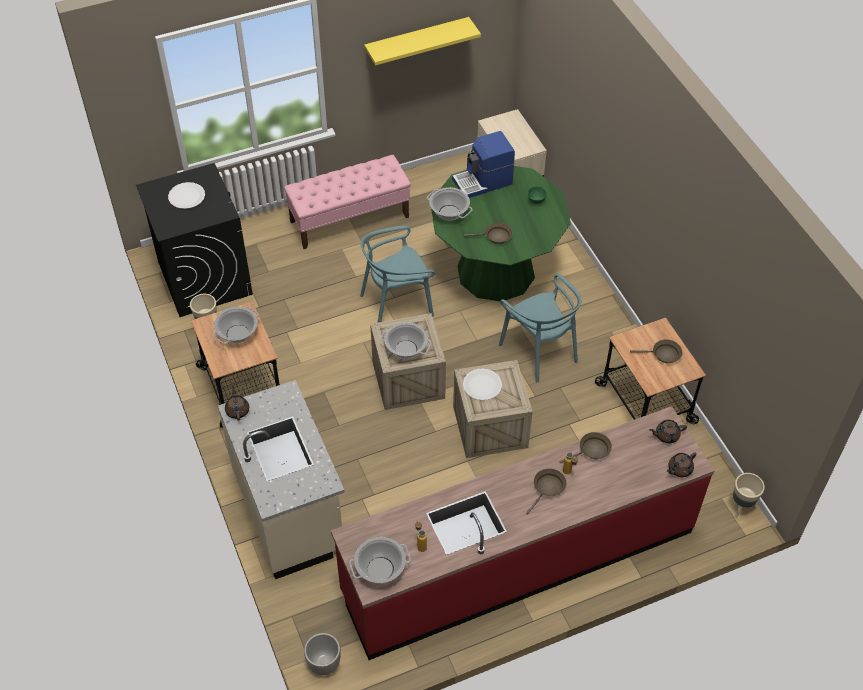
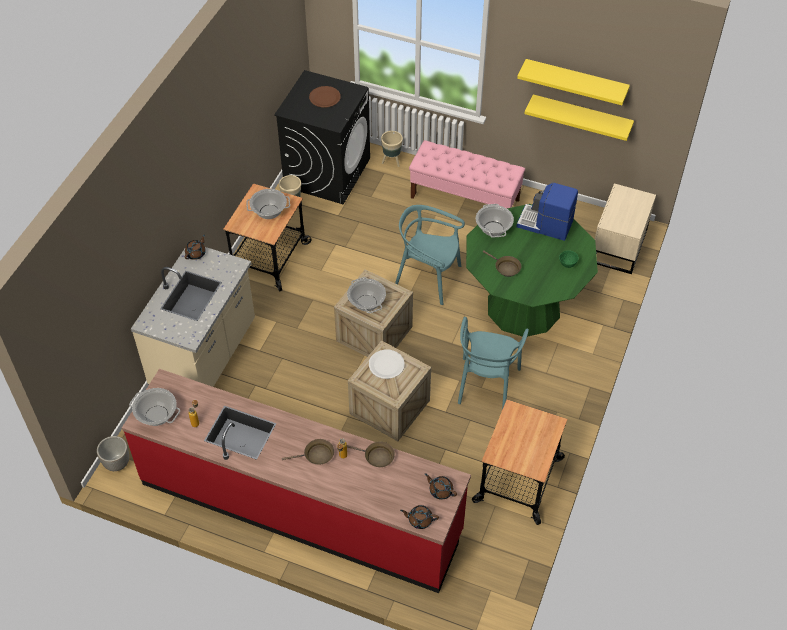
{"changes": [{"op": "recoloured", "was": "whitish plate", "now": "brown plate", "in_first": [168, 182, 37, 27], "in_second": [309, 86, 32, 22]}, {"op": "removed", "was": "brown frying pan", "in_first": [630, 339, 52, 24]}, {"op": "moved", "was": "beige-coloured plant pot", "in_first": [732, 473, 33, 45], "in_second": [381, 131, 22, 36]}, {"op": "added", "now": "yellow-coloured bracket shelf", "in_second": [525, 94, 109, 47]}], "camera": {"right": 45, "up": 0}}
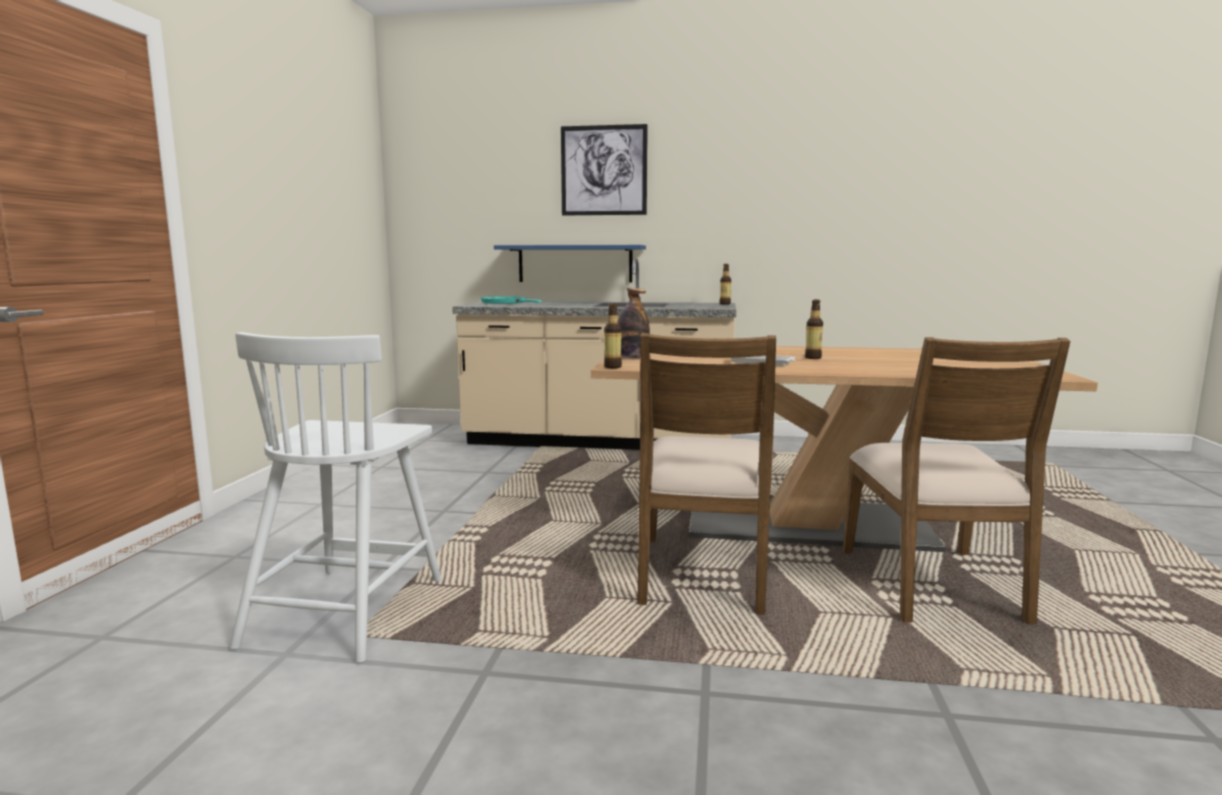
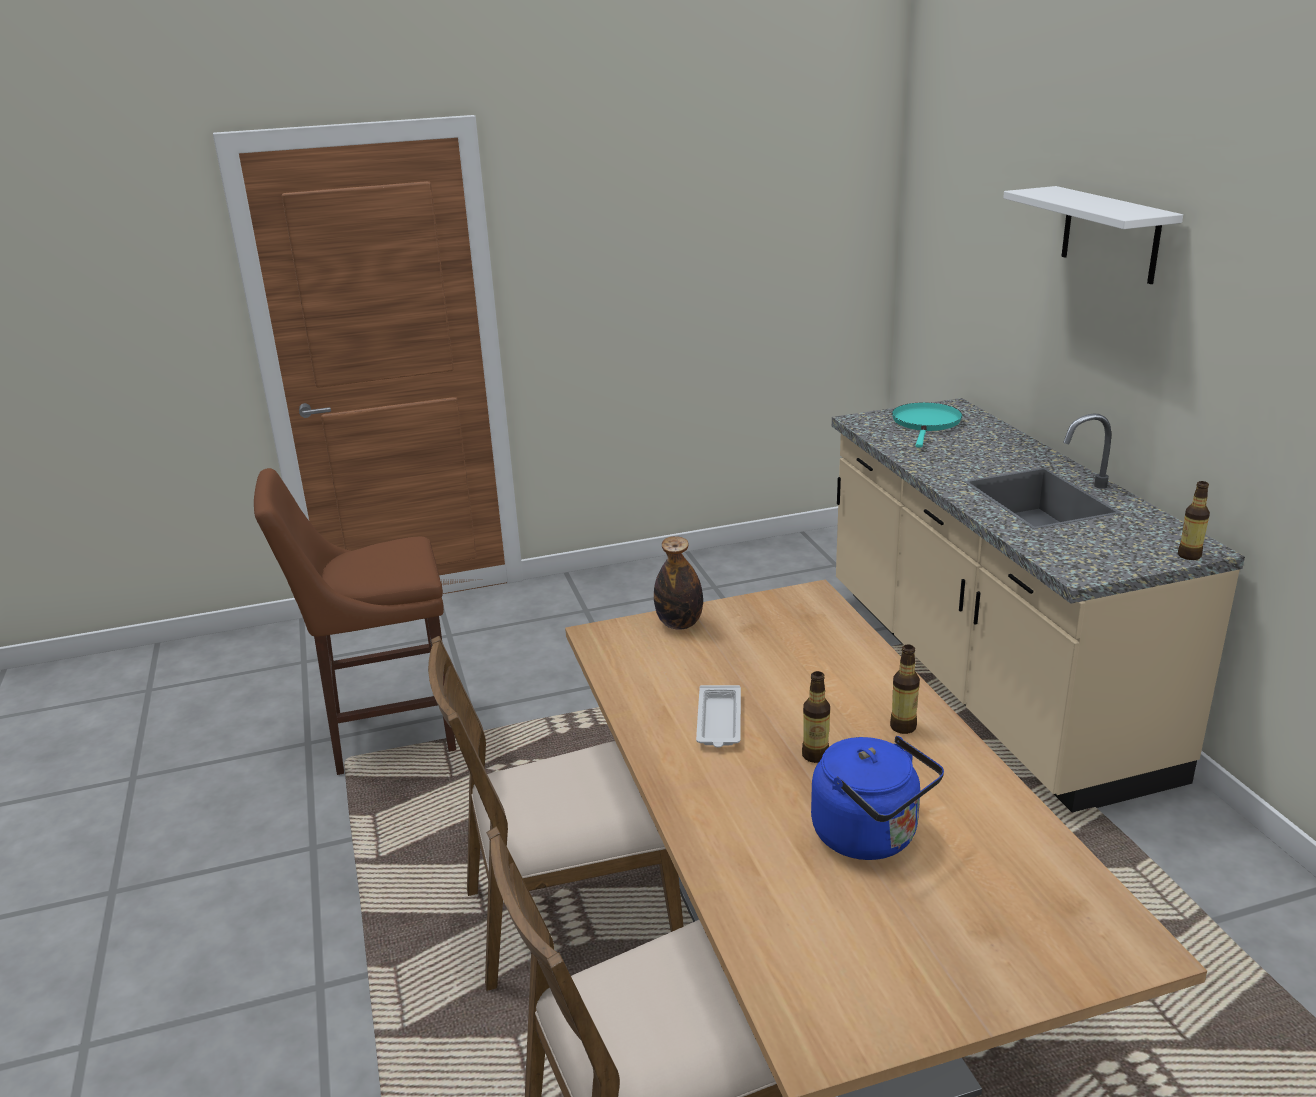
{"changes": [{"op": "replaced", "was": "picture", "now": "whitish bracket shelf", "in_first": [561, 124, 87, 91], "in_second": [1003, 186, 180, 98]}, {"op": "removed", "was": "bluish bracket shelf", "in_first": [494, 245, 152, 38]}, {"op": "moved", "was": "bottle", "in_first": [604, 303, 18, 65], "in_second": [890, 644, 30, 90]}, {"op": "replaced", "was": "whitish plain chair", "now": "brown stool", "in_first": [229, 332, 213, 331], "in_second": [254, 468, 202, 307]}, {"op": "added", "now": "bluish water kettle", "in_second": [811, 736, 133, 124]}], "camera": {"right": 65, "up": 15}}
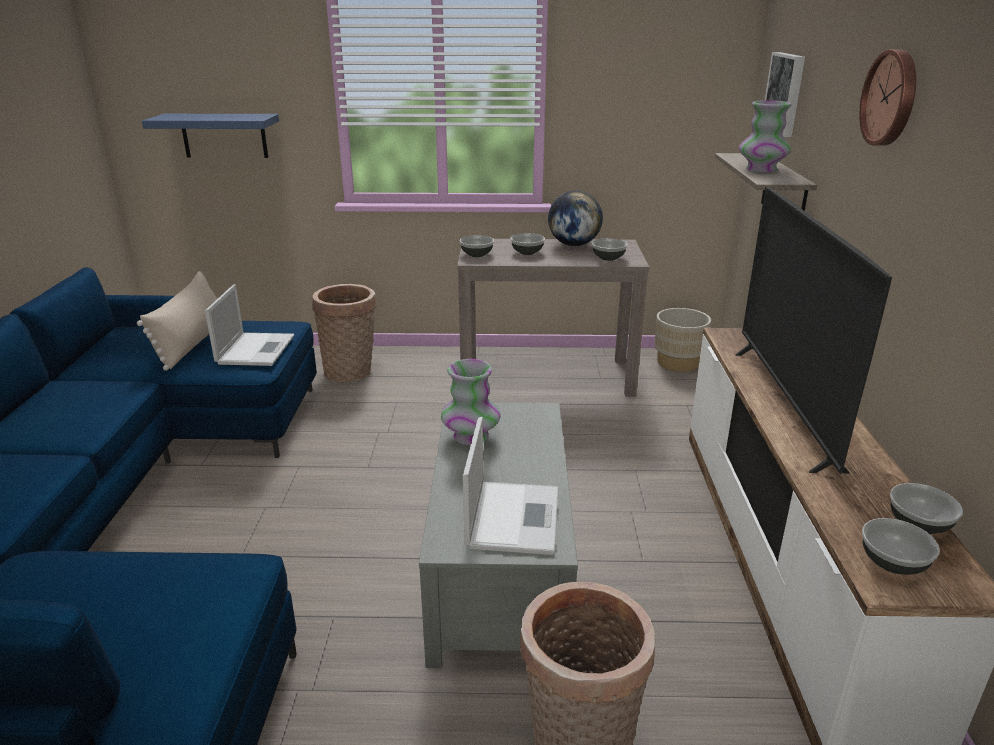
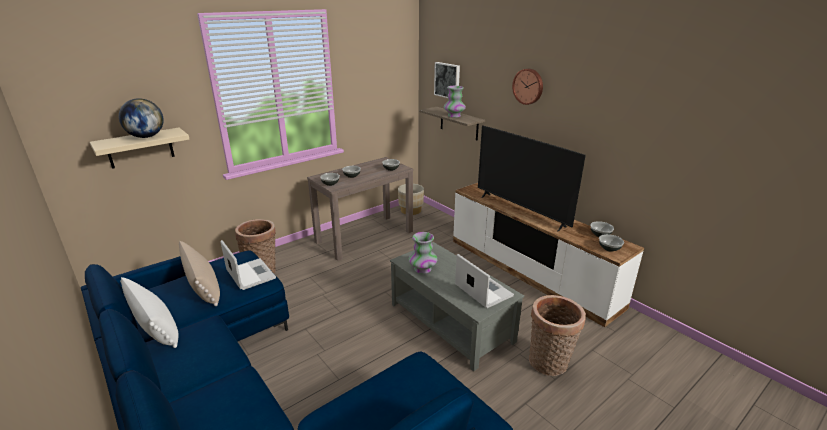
{"changes": [{"op": "recoloured", "was": "bluish bracket shelf", "now": "beige-coloured bracket shelf", "in_first": [142, 114, 137, 44], "in_second": [90, 128, 100, 41]}, {"op": "moved", "was": "world globe", "in_first": [548, 191, 55, 55], "in_second": [119, 98, 45, 40]}, {"op": "added", "now": "whitish throw pillow", "in_second": [120, 277, 58, 71]}], "camera": {"right": -40, "up": 0}}
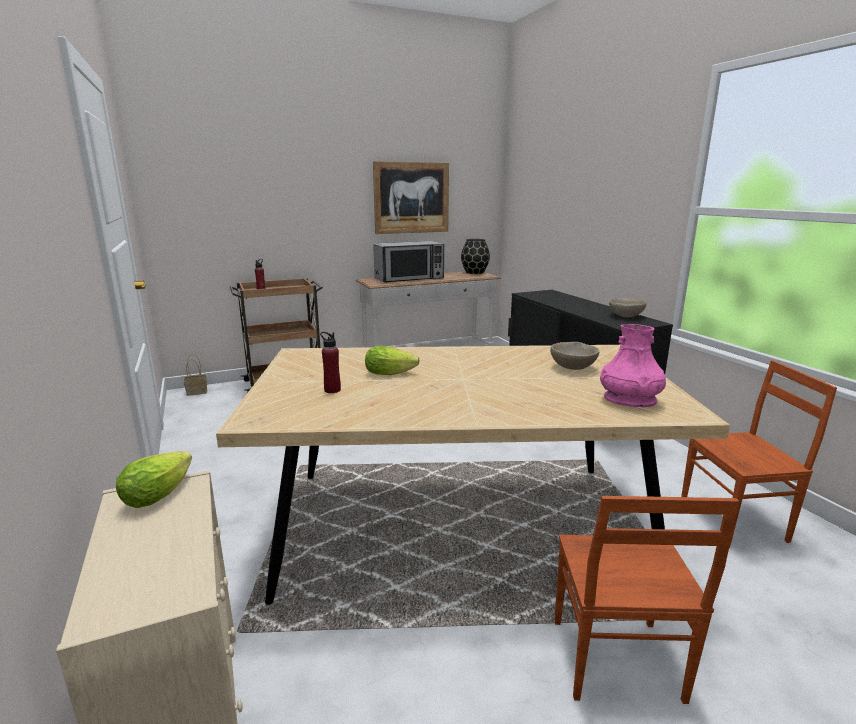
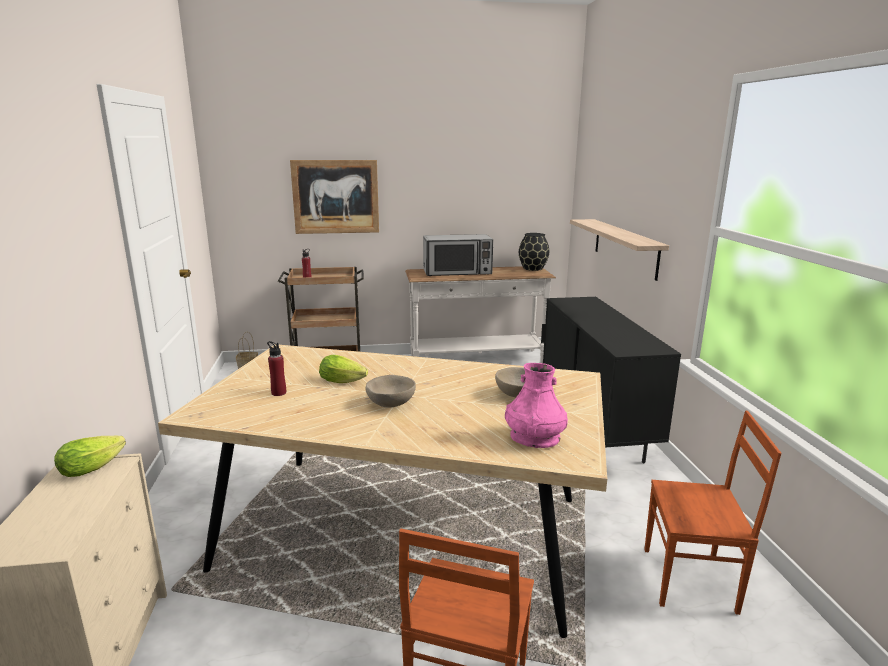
{"changes": [{"op": "moved", "was": "picture", "in_first": [373, 161, 76, 73], "in_second": [290, 160, 89, 74]}, {"op": "moved", "was": "beige-coloured deep dish", "in_first": [609, 298, 37, 20], "in_second": [365, 375, 51, 33]}, {"op": "added", "now": "bracket shelf", "in_second": [570, 219, 99, 62]}], "camera": {"right": 15, "up": 0}}
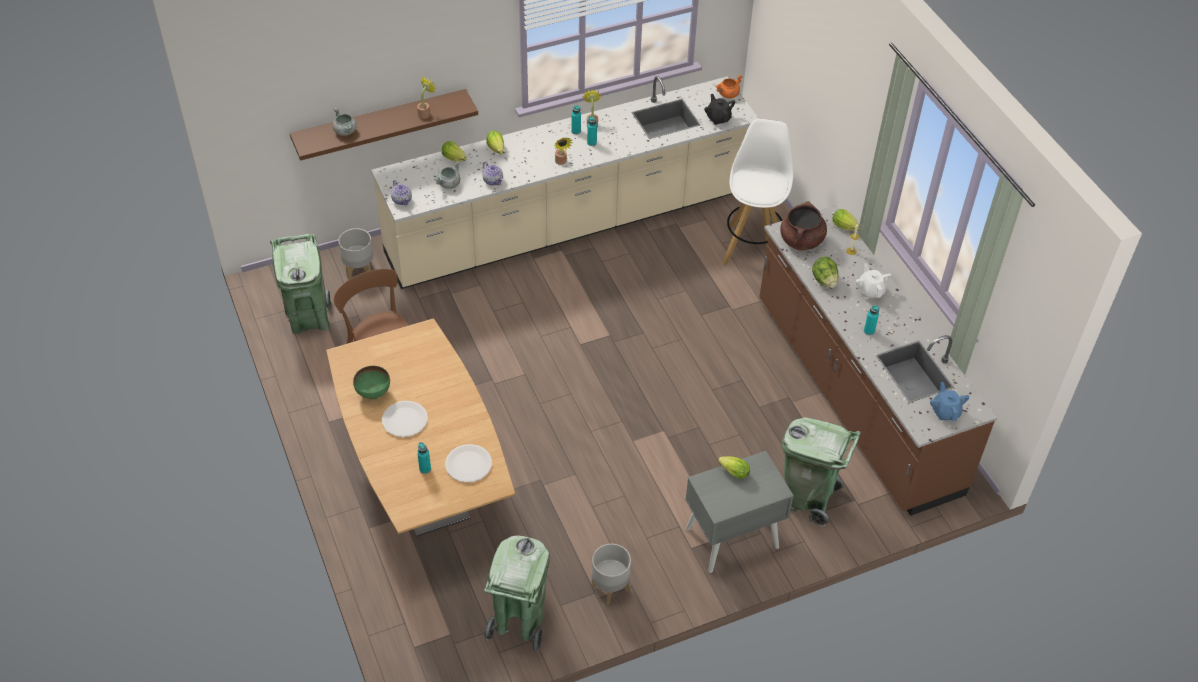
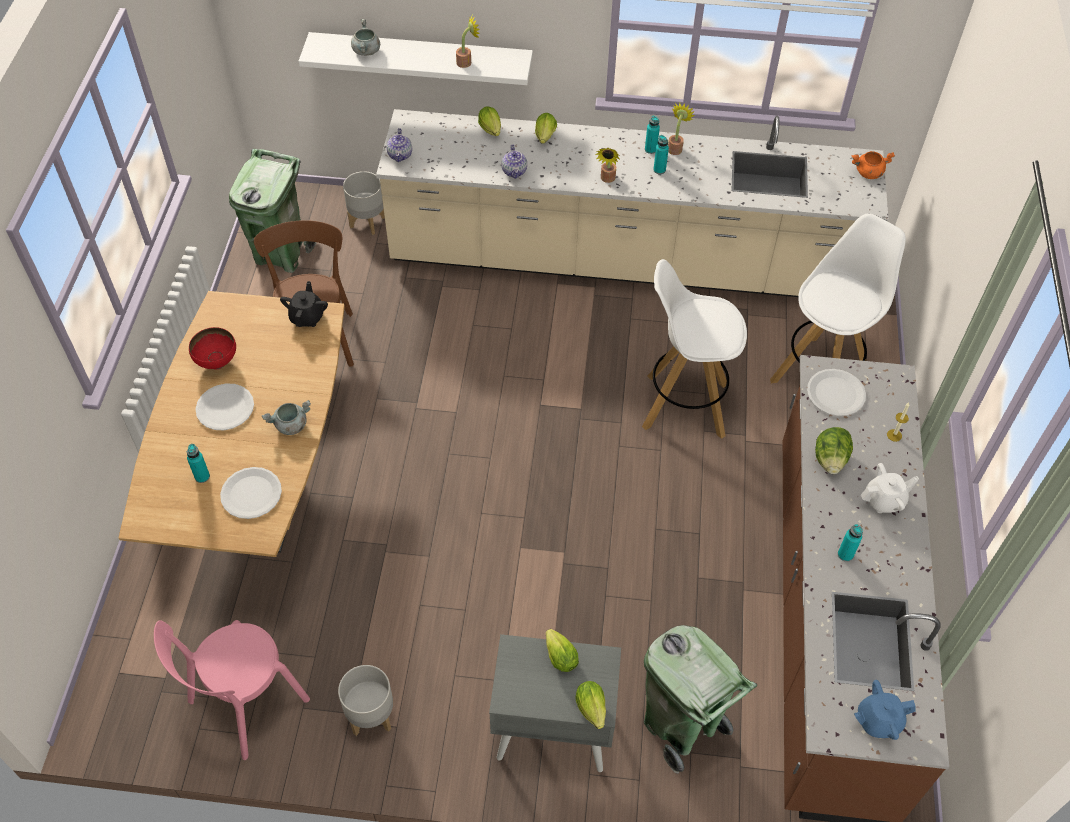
{"changes": [{"op": "recoloured", "was": "brown bracket shelf", "now": "whitish bracket shelf", "in_first": [290, 89, 188, 72], "in_second": [299, 32, 234, 53]}, {"op": "moved", "was": "blackish teapot", "in_first": [704, 94, 31, 31], "in_second": [280, 281, 48, 46]}, {"op": "moved", "was": "greyish cooking pot", "in_first": [434, 161, 26, 28], "in_second": [262, 400, 49, 35]}, {"op": "replaced", "was": "brown cooking pot", "now": "whitish plate", "in_first": [780, 201, 47, 50], "in_second": [807, 369, 59, 47]}, {"op": "moved", "was": "head of lettuce", "in_first": [832, 209, 28, 22], "in_second": [575, 681, 31, 48]}, {"op": "turned", "was": "whitish teapot", "in_first": [856, 263, 35, 36], "in_second": [861, 463, 58, 50], "clockwise": 60}, {"op": "recoloured", "was": "green-coloured deep dish", "now": "reddish deep dish", "in_first": [353, 366, 37, 33], "in_second": [189, 327, 47, 42]}, {"op": "turned", "was": "bluish teapot", "in_first": [930, 382, 39, 39], "in_second": [854, 680, 62, 60], "clockwise": -120}, {"op": "replaced", "was": "green-coloured rubbish bin", "now": "pink-coloured plain chair", "in_first": [484, 535, 66, 116], "in_second": [154, 620, 156, 140]}, {"op": "added", "now": "whitish stool", "in_second": [642, 259, 105, 180]}], "camera": {"right": 30, "up": 5}}
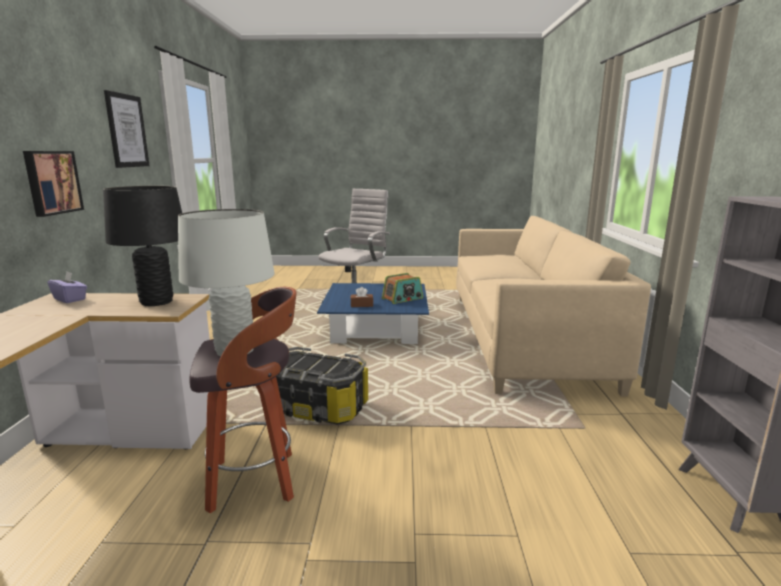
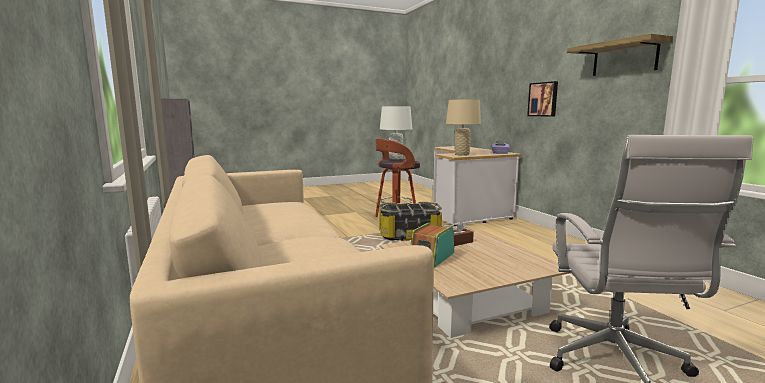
{"changes": [{"op": "replaced", "was": "picture", "now": "bracket shelf", "in_first": [104, 90, 46, 78], "in_second": [567, 34, 106, 42]}, {"op": "recoloured", "was": "blackish table lamp", "now": "beige-coloured table lamp", "in_first": [103, 186, 79, 120], "in_second": [446, 99, 35, 57]}, {"op": "recoloured", "was": "bluish low table", "now": "beige-coloured low table", "in_first": [317, 283, 112, 61], "in_second": [379, 231, 192, 107]}], "camera": {"right": 155, "up": -5}}
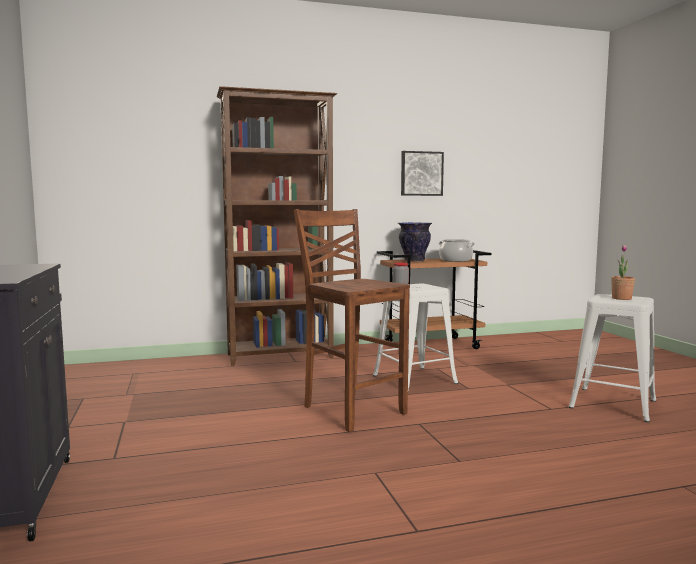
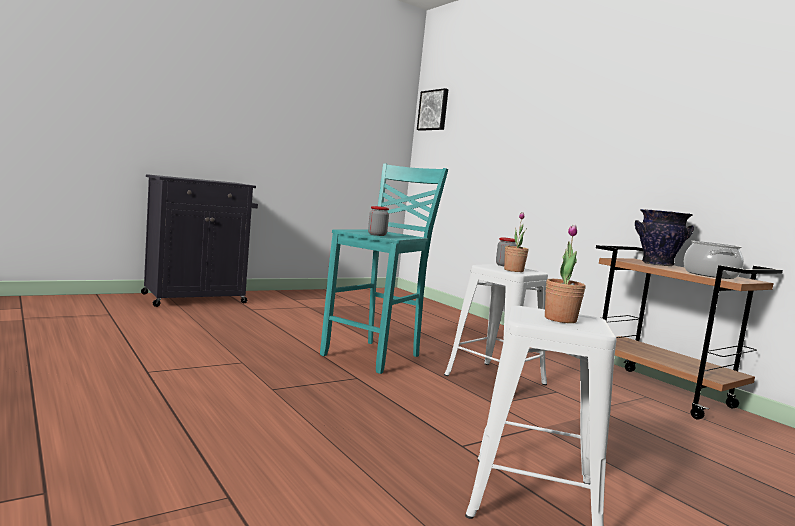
{"changes": [{"op": "removed", "was": "brown shelving unit", "in_first": [217, 86, 120, 280]}, {"op": "moved", "was": "picture", "in_first": [401, 151, 43, 45], "in_second": [417, 88, 32, 43]}, {"op": "recoloured", "was": "brown stool", "now": "turquoise stool", "in_first": [294, 209, 116, 223], "in_second": [320, 163, 128, 211]}, {"op": "added", "now": "jar", "in_second": [368, 206, 21, 30]}, {"op": "added", "now": "potted plant", "in_second": [504, 212, 25, 60]}], "camera": {"right": 70, "up": 0}}
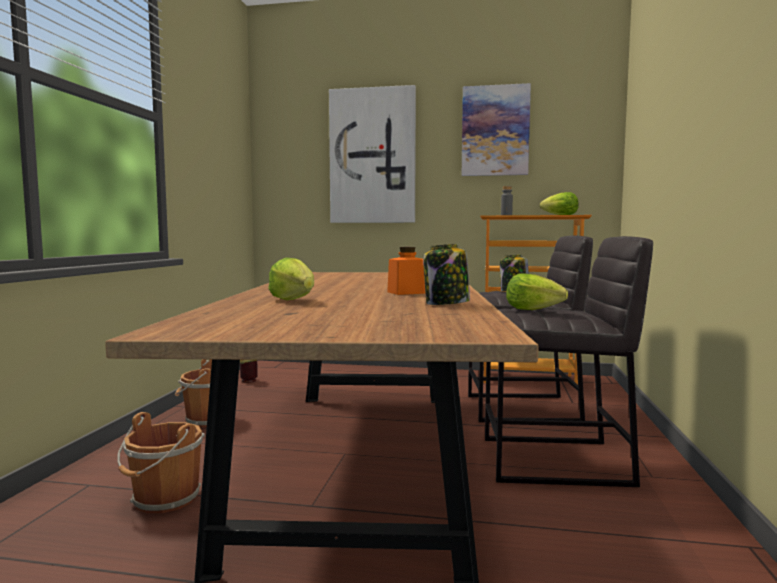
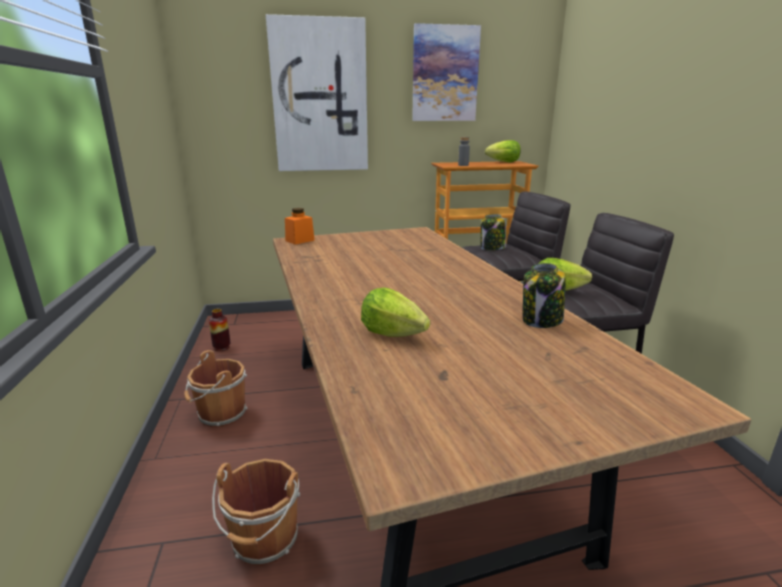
{"changes": [{"op": "moved", "was": "orangey jar", "in_first": [387, 247, 39, 48], "in_second": [285, 208, 30, 37]}], "camera": {"right": -20, "up": 15}}
